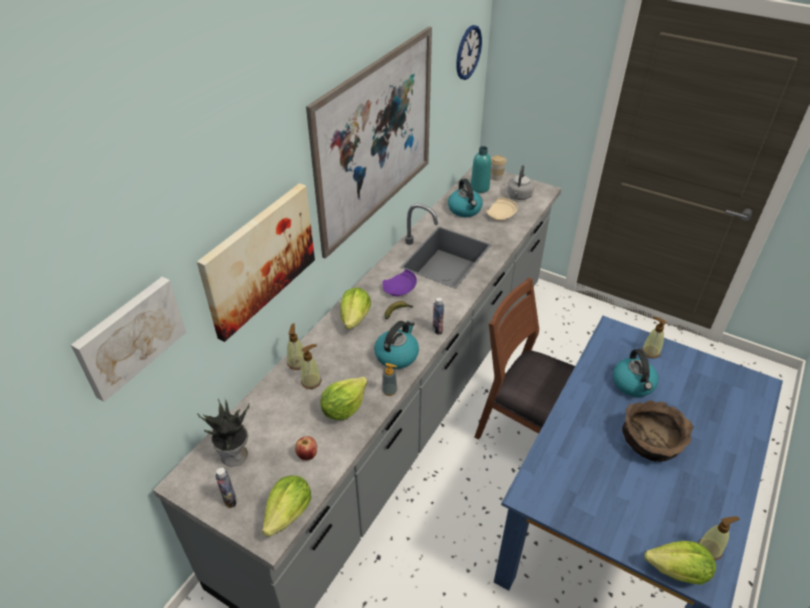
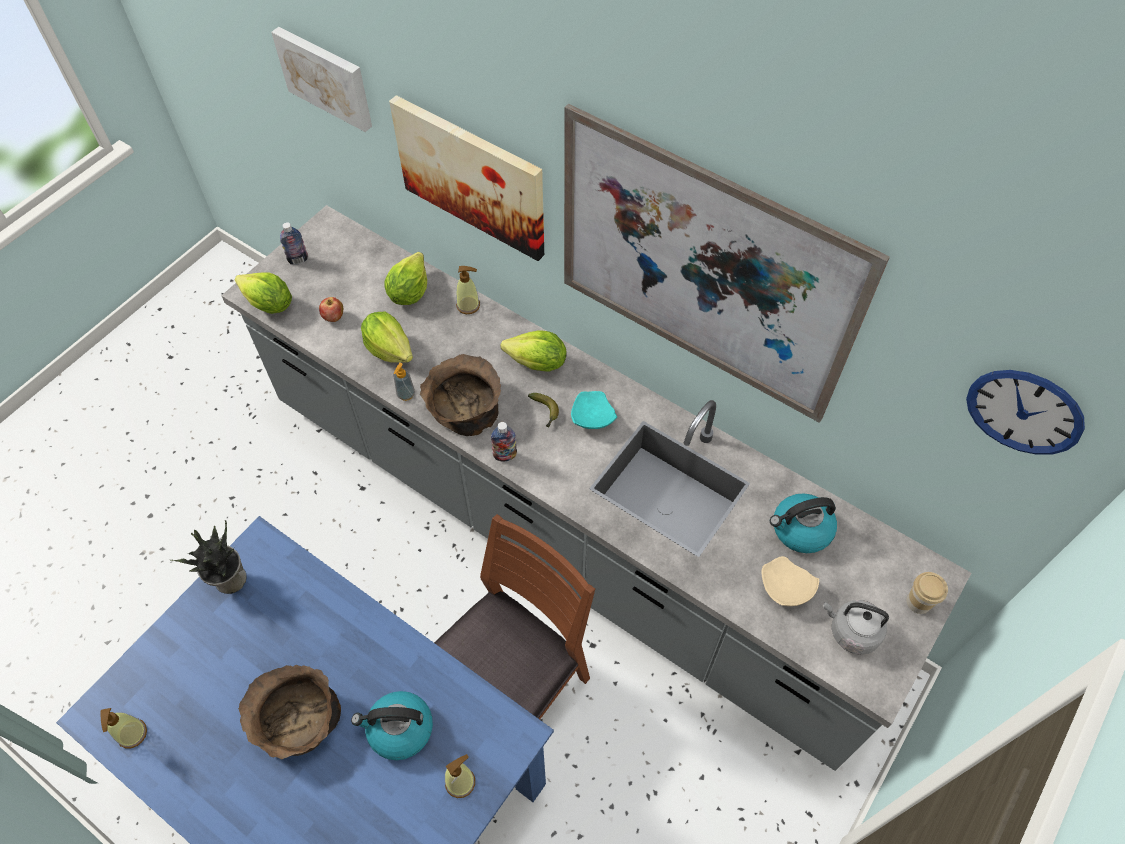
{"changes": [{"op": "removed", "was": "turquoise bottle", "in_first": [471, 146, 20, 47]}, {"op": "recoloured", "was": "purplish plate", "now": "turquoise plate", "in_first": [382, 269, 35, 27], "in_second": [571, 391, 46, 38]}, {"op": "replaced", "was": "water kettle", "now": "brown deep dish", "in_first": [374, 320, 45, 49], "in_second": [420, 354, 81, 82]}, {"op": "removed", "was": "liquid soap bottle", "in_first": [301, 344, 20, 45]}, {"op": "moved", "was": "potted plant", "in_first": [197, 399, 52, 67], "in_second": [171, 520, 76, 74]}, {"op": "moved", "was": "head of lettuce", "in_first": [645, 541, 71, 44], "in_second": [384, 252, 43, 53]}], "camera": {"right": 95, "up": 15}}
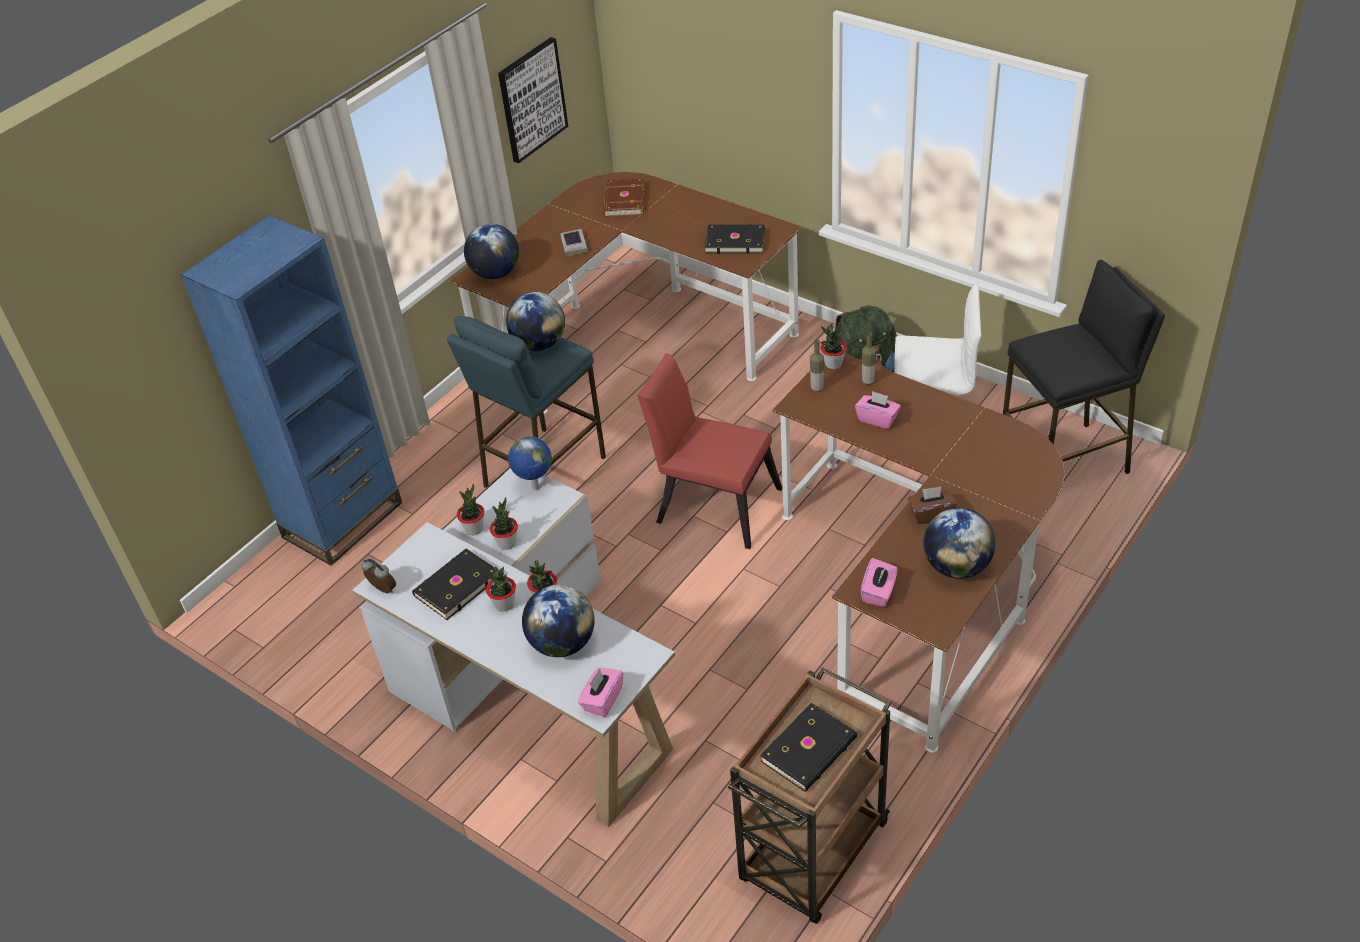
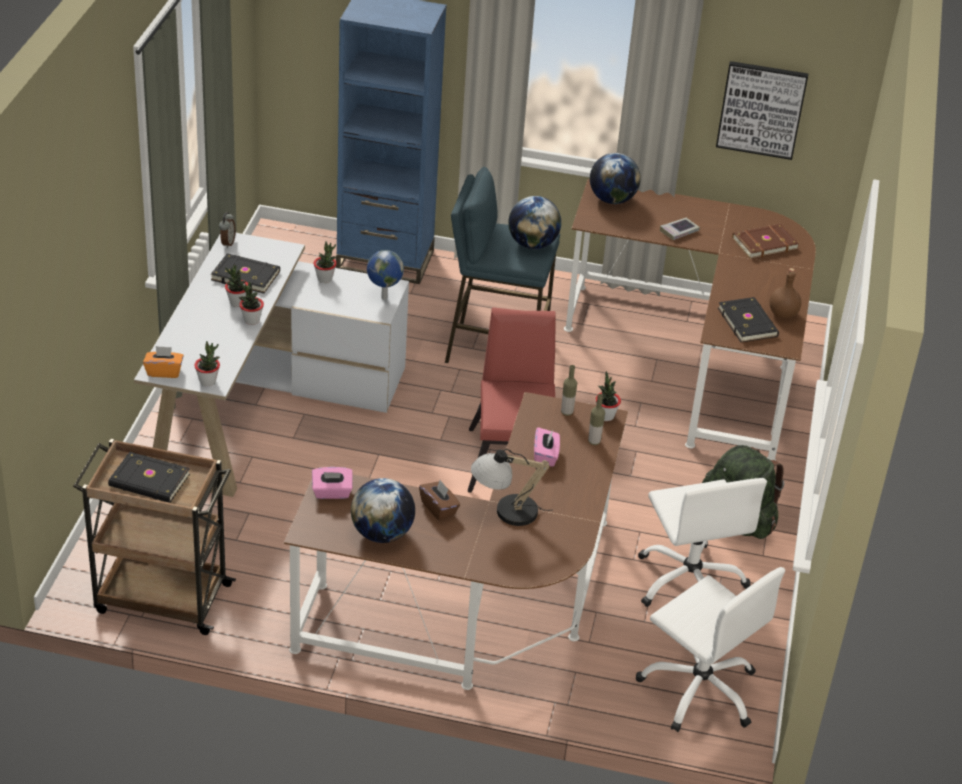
{"changes": [{"op": "replaced", "was": "blackish stool", "now": "whitish computer chair", "in_first": [1003, 260, 162, 214], "in_second": [636, 567, 149, 165]}, {"op": "moved", "was": "potted plant", "in_first": [490, 497, 28, 53], "in_second": [194, 341, 26, 45]}, {"op": "removed", "was": "world globe", "in_first": [522, 584, 73, 73]}, {"op": "recoloured", "was": "pink-coloured tissue holder", "now": "orangey tissue holder", "in_first": [578, 667, 45, 50], "in_second": [143, 346, 41, 32]}, {"op": "added", "now": "brown bottle", "in_second": [769, 268, 32, 50]}, {"op": "added", "now": "table lamp", "in_second": [471, 449, 82, 77]}], "camera": {"right": 60, "up": -5}}
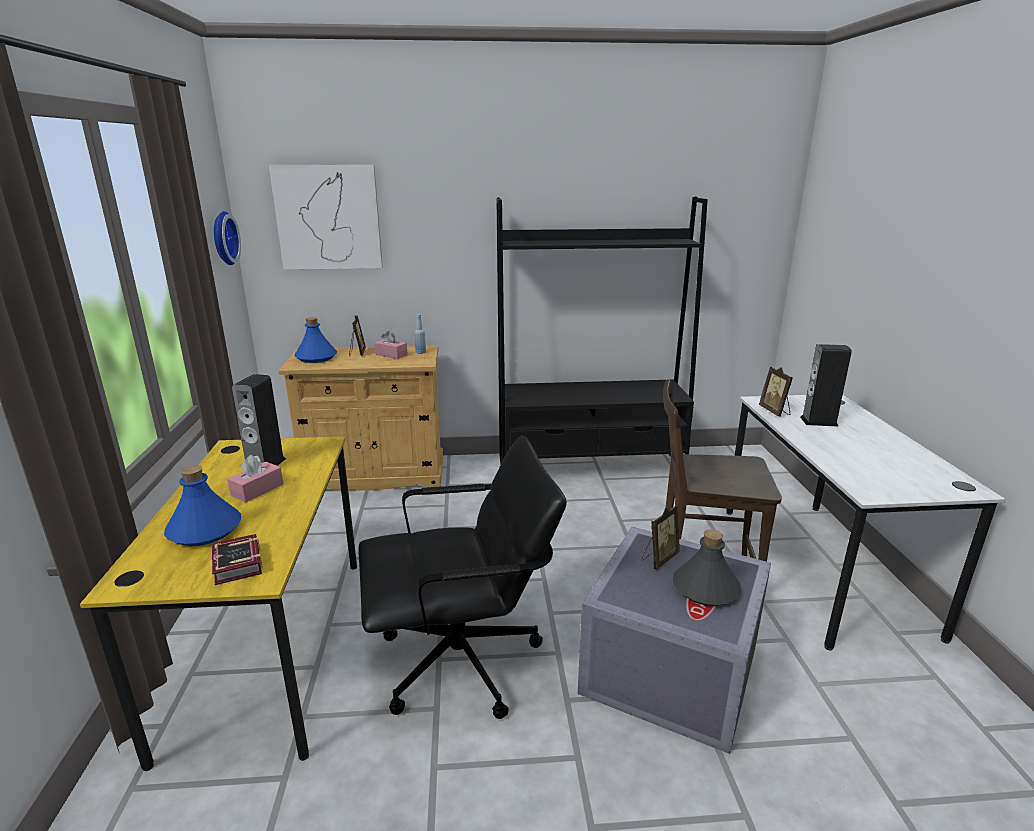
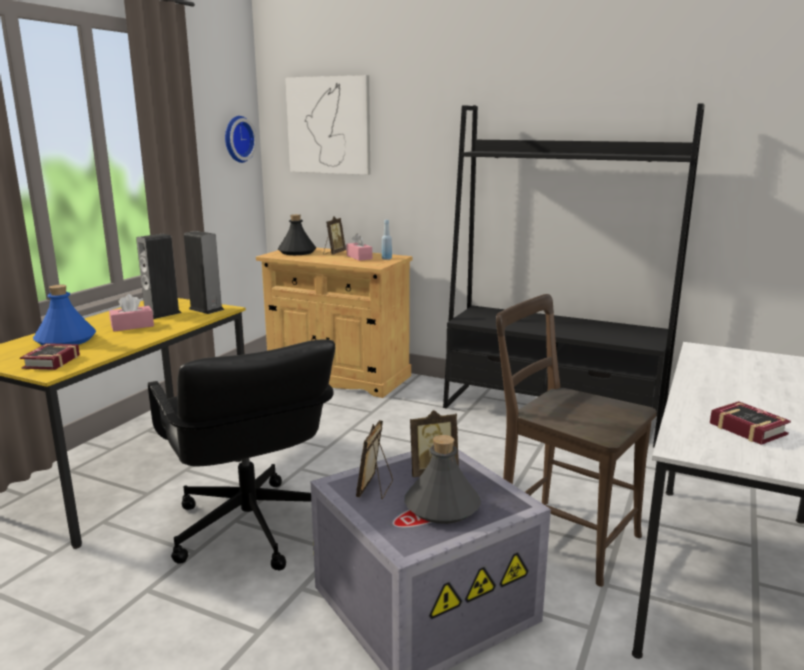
{"changes": [{"op": "recoloured", "was": "bluish bottle", "now": "blackish bottle", "in_first": [295, 317, 42, 46], "in_second": [278, 214, 38, 41]}, {"op": "moved", "was": "loudspeaker", "in_first": [800, 344, 52, 83], "in_second": [184, 231, 40, 83]}, {"op": "moved", "was": "standing frame", "in_first": [759, 367, 34, 49], "in_second": [356, 420, 37, 79]}, {"op": "turned", "was": "blackish computer chair", "in_first": [358, 436, 209, 283], "in_second": [148, 339, 187, 231], "clockwise": 45}, {"op": "added", "now": "book", "in_second": [710, 401, 81, 44]}], "camera": {"right": 30, "up": -5}}
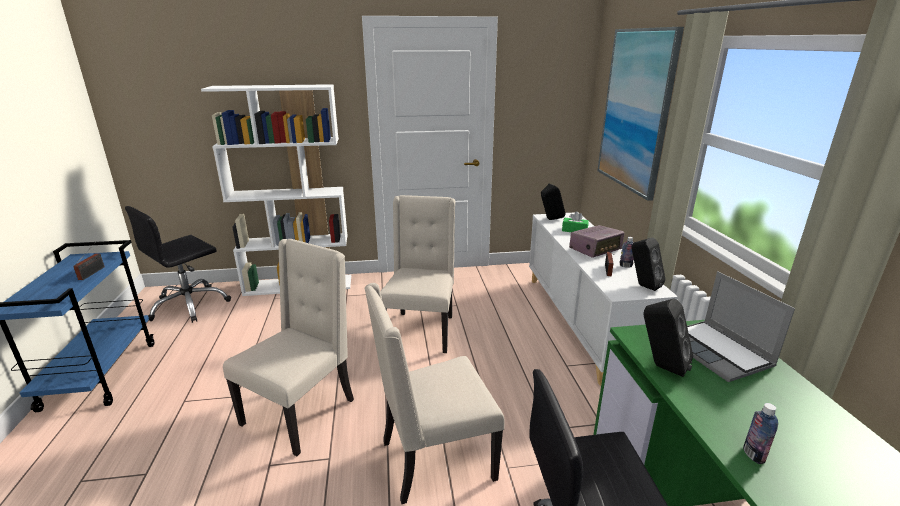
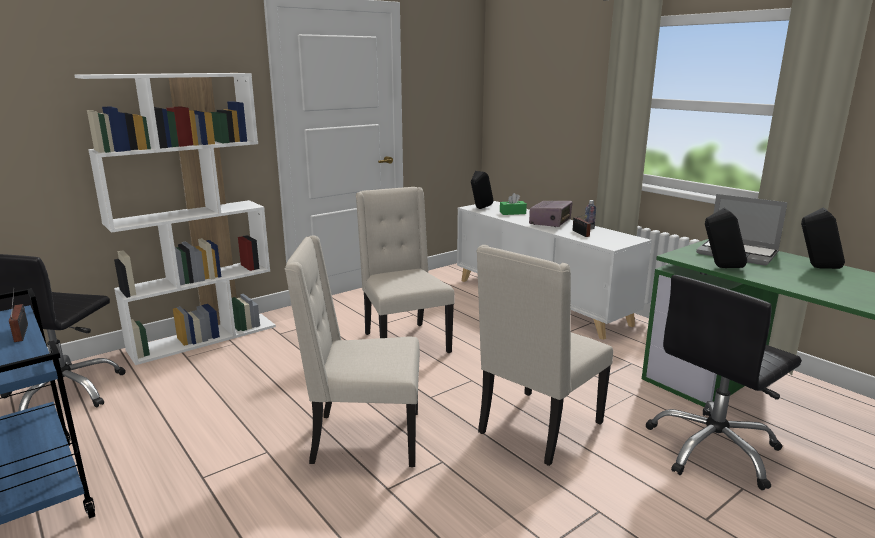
{"changes": [{"op": "removed", "was": "picture", "in_first": [598, 27, 86, 174]}, {"op": "moved", "was": "blackish loudspeaker", "in_first": [632, 237, 33, 54], "in_second": [801, 207, 44, 62]}, {"op": "turned", "was": "beige-coloured plain chair", "in_first": [223, 239, 131, 217], "in_second": [285, 236, 135, 231], "clockwise": -90}, {"op": "removed", "was": "bottle", "in_first": [743, 403, 35, 61]}], "camera": {"right": -30, "up": -5}}
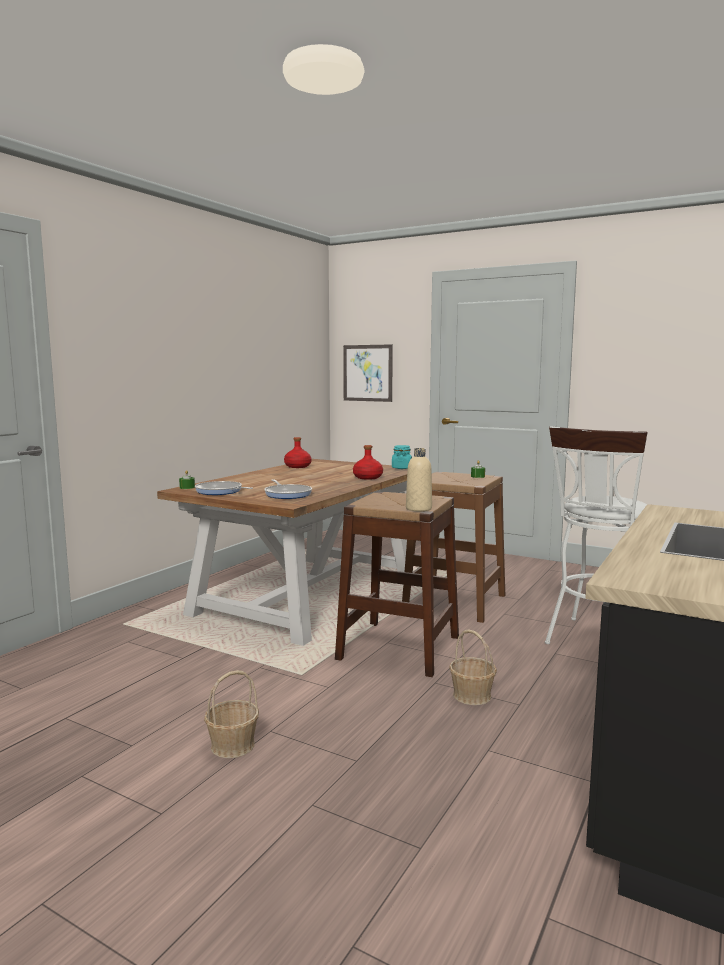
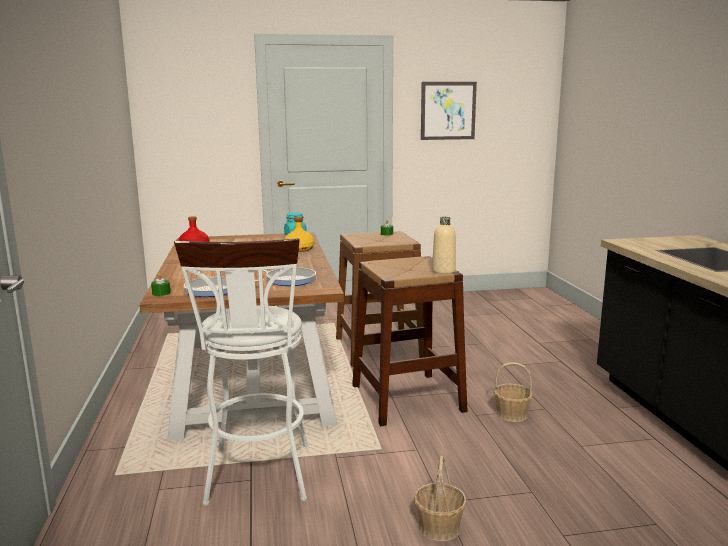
{"changes": [{"op": "moved", "was": "picture", "in_first": [343, 344, 50, 58], "in_second": [421, 82, 56, 58]}, {"op": "moved", "was": "whitish stool", "in_first": [545, 426, 102, 218], "in_second": [174, 238, 135, 268]}, {"op": "recoloured", "was": "reddish bottle", "now": "yellow-coloured bottle", "in_first": [353, 445, 30, 35], "in_second": [285, 217, 29, 35]}], "camera": {"right": -40, "up": 5}}
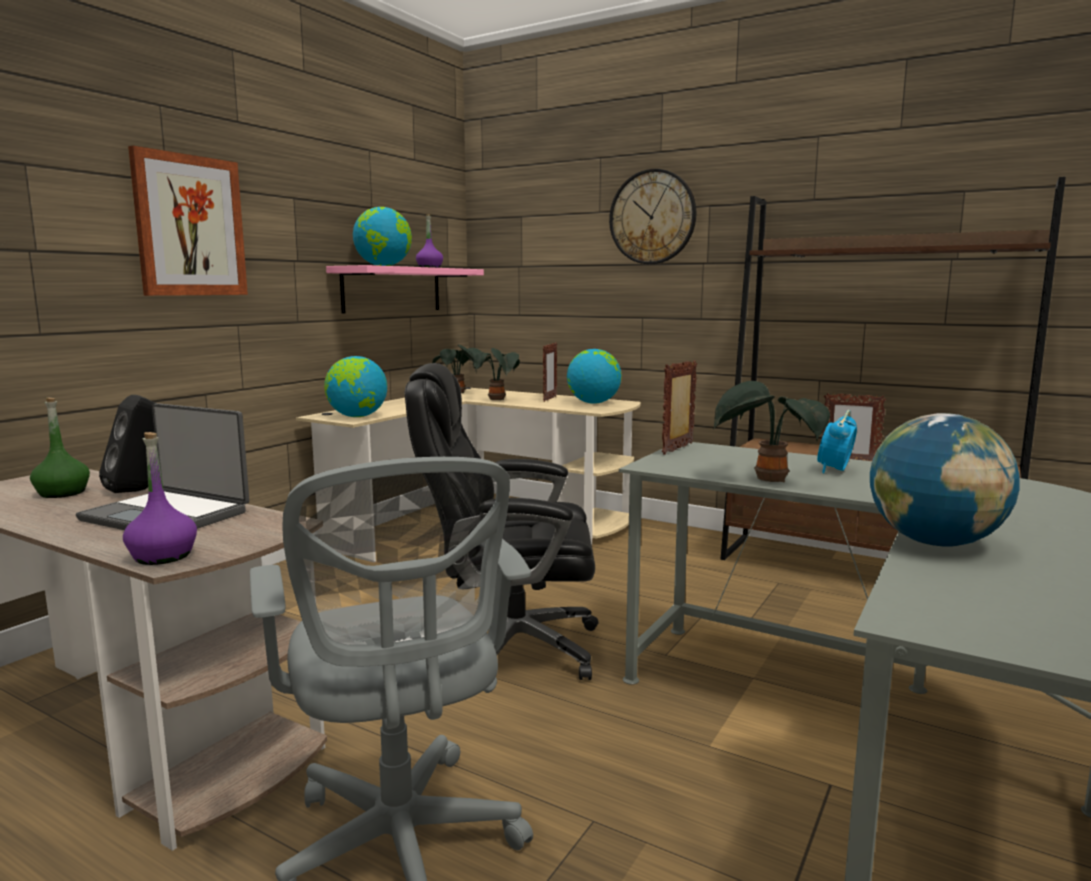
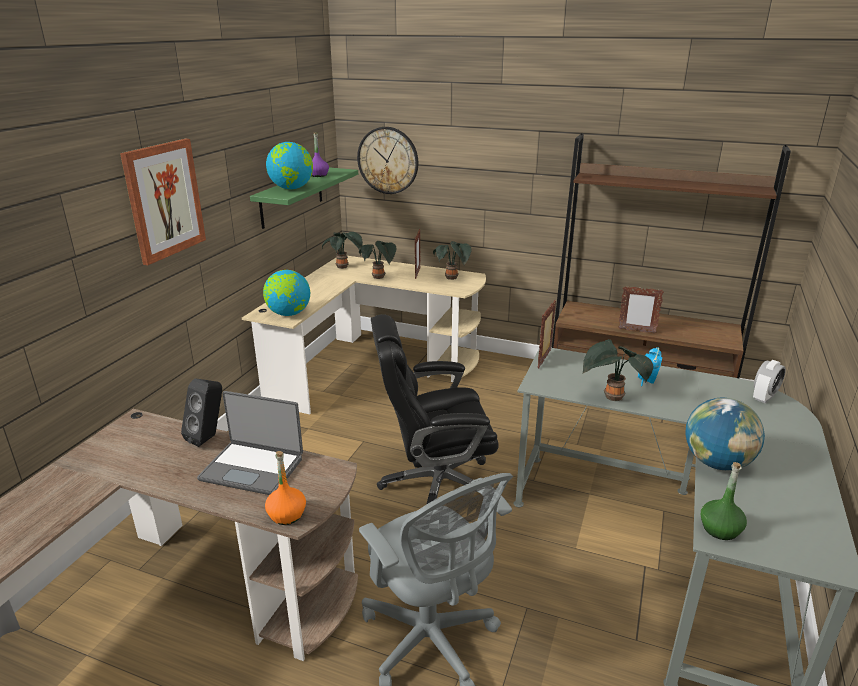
{"changes": [{"op": "moved", "was": "wall clock", "in_first": [609, 169, 87, 95], "in_second": [357, 127, 61, 67]}, {"op": "recoloured", "was": "pink-coloured bracket shelf", "now": "green-coloured bracket shelf", "in_first": [326, 265, 158, 49], "in_second": [250, 167, 108, 62]}, {"op": "replaced", "was": "world globe", "now": "potted plant", "in_first": [567, 349, 55, 55], "in_second": [433, 241, 38, 39]}, {"op": "moved", "was": "green-coloured bottle", "in_first": [30, 398, 60, 100], "in_second": [701, 462, 46, 78]}, {"op": "recoloured", "was": "purplish bottle", "now": "orangey bottle", "in_first": [123, 432, 74, 133], "in_second": [265, 451, 41, 74]}, {"op": "added", "now": "alarm clock", "in_second": [753, 360, 33, 43]}], "camera": {"right": -10, "up": 15}}
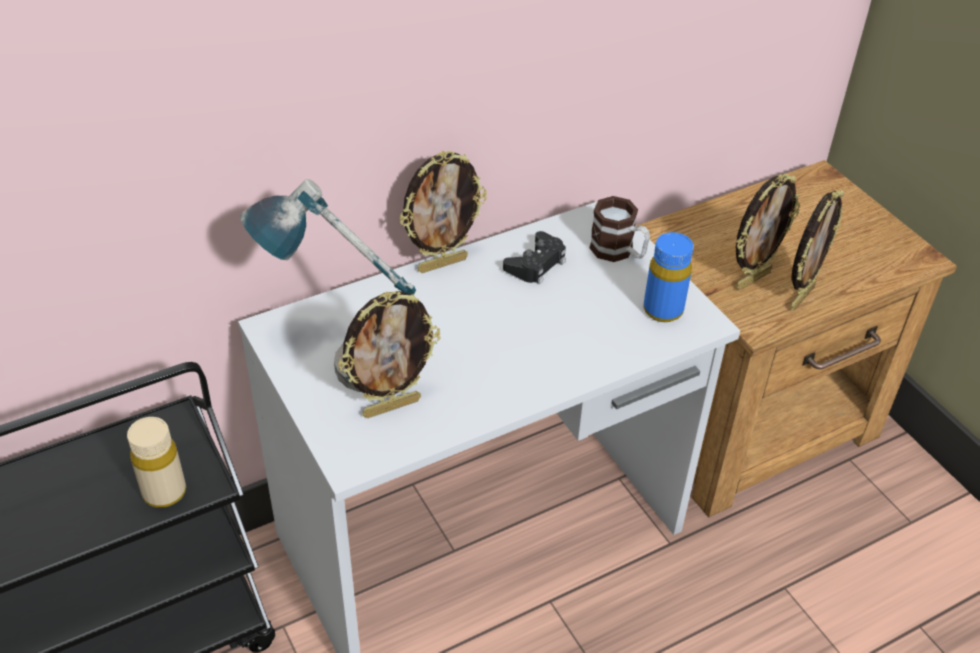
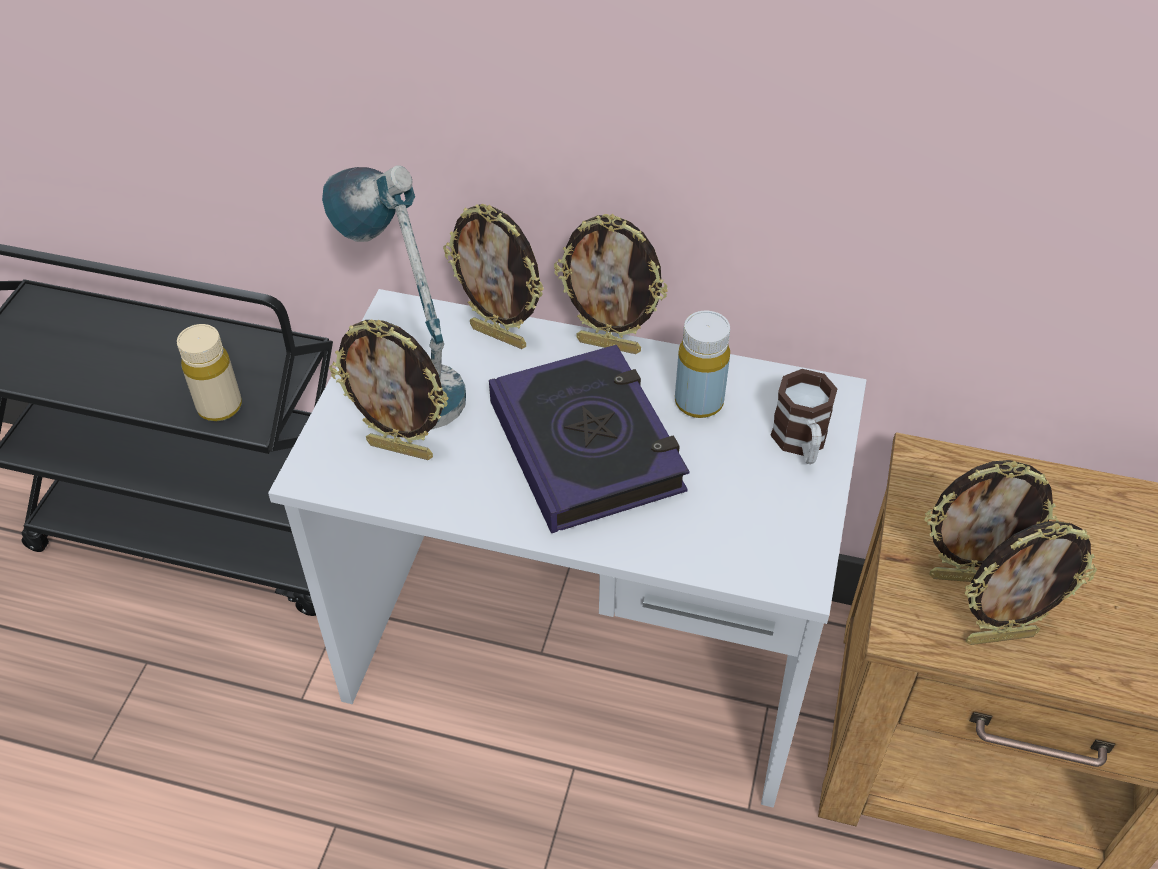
{"changes": [{"op": "replaced", "was": "blackish game controller", "now": "yellow-coloured bottle", "in_first": [503, 231, 63, 54], "in_second": [675, 311, 55, 107]}, {"op": "removed", "was": "bluish bottle", "in_first": [643, 232, 50, 90]}, {"op": "added", "now": "standing frame", "in_second": [443, 204, 101, 145]}, {"op": "added", "now": "book", "in_second": [489, 345, 200, 188]}], "camera": {"right": 45, "up": 5}}
